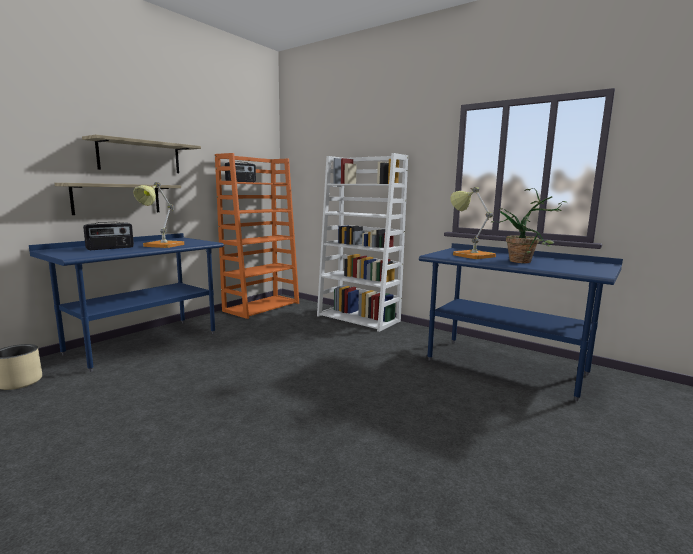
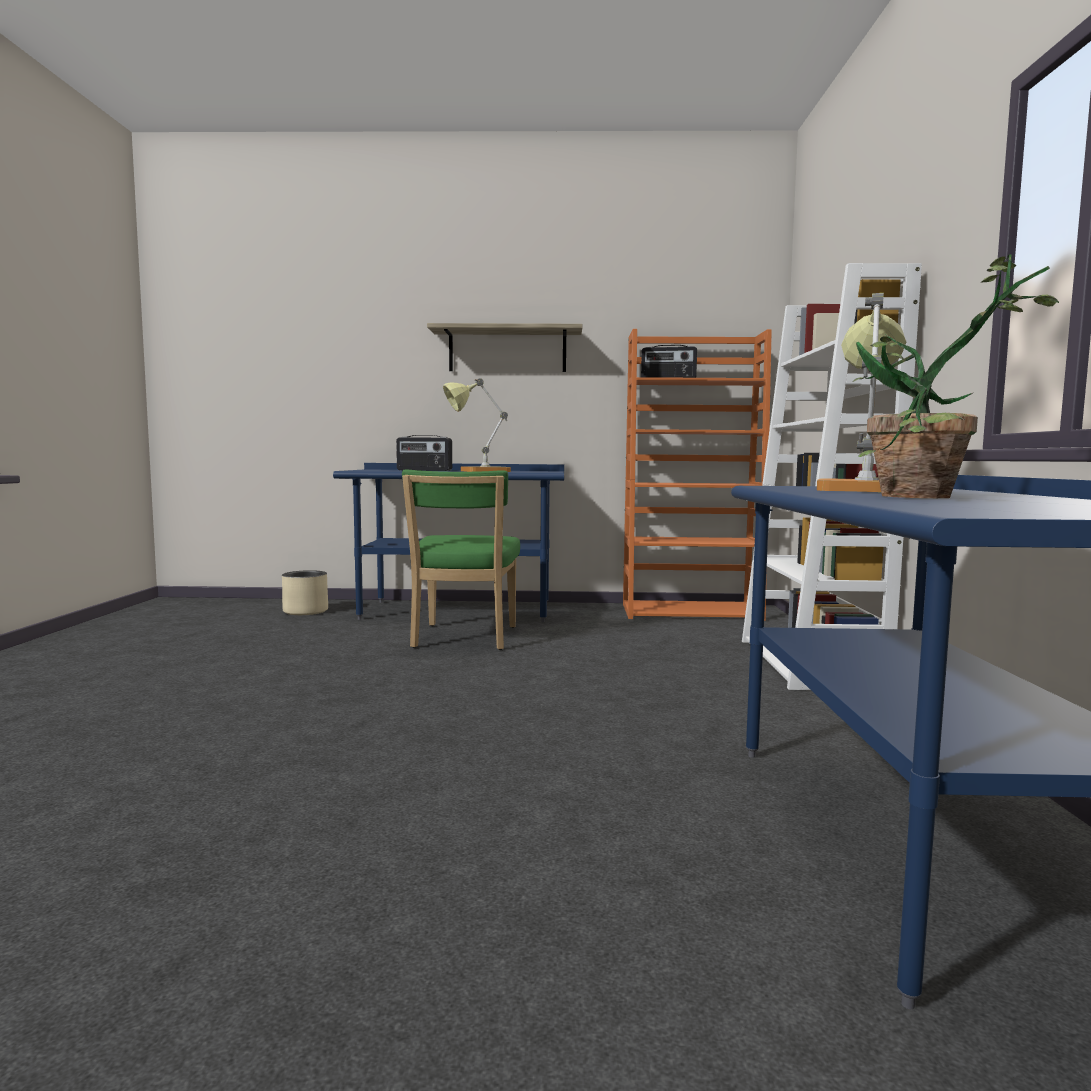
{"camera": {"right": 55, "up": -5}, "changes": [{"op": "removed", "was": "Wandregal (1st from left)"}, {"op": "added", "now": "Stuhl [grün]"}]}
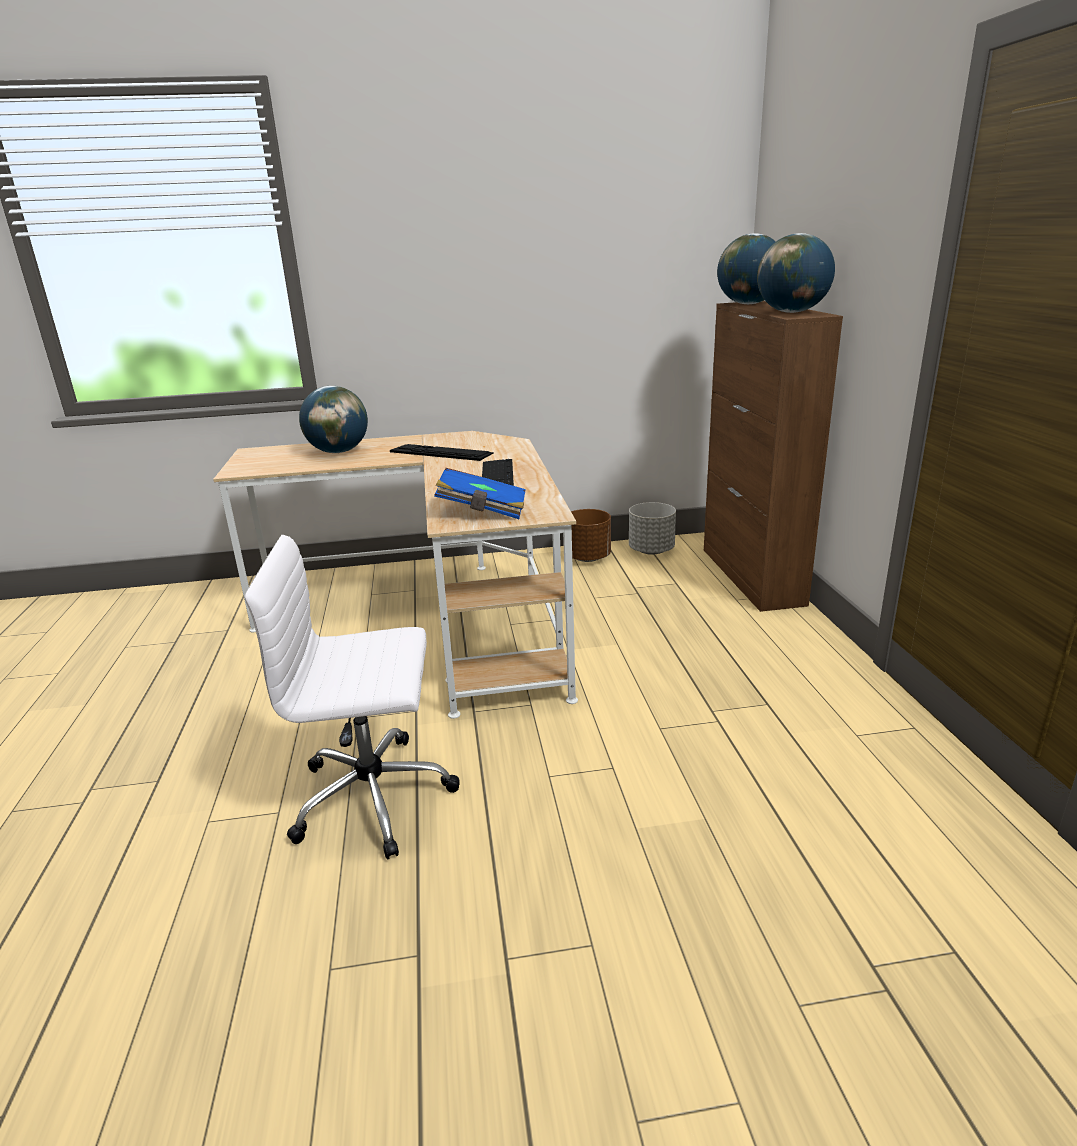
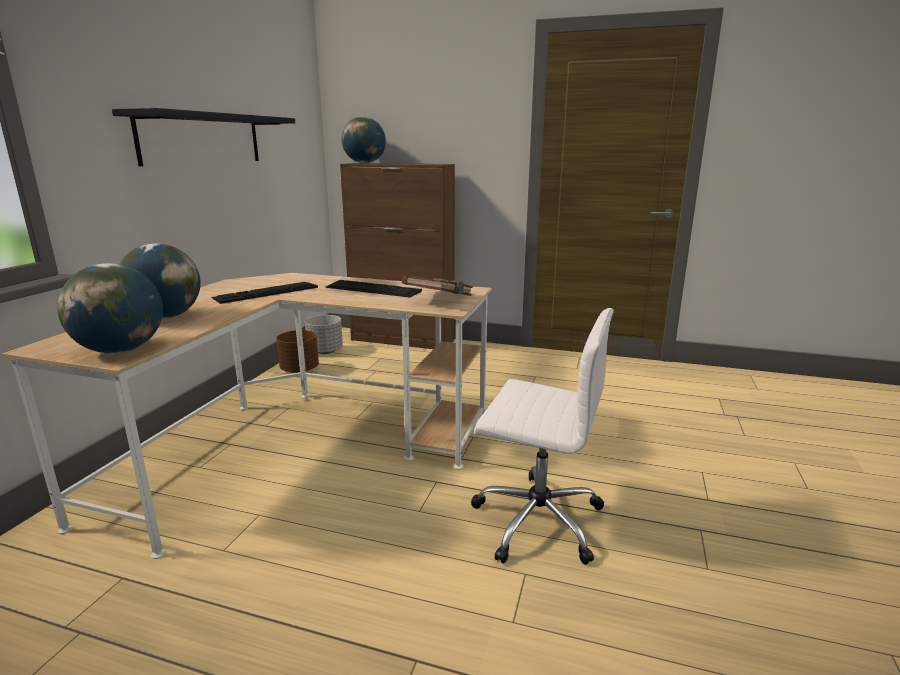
{"camera": {"right": -65, "up": -5}, "changes": [{"op": "moved", "was": "Globus (3rd from left in the first image)", "now": "Globus (1st from left)"}, {"op": "recoloured", "was": "Buch [blau]", "now": "Buch [braun]"}, {"op": "turned", "was": "Bürostuhl [weiß]", "clockwise": -90}, {"op": "added", "now": "Wandregal [schwarz]"}]}
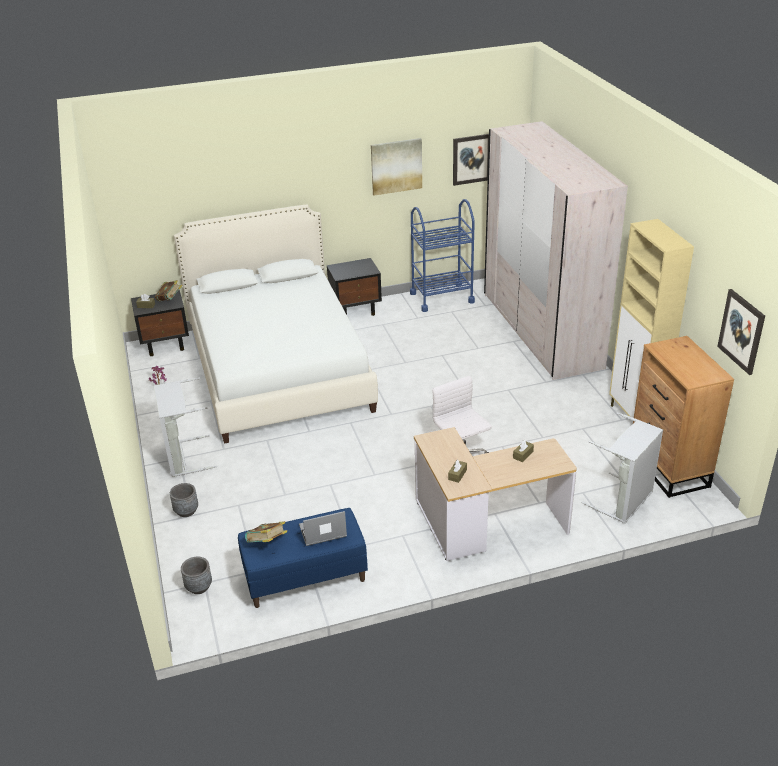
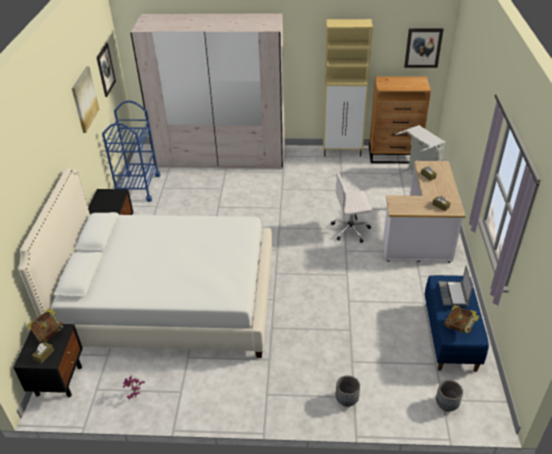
{"camera": {"right": -70, "up": 5}, "changes": [{"op": "removed", "was": "Wäschekorb [grau] (1st from left)"}]}
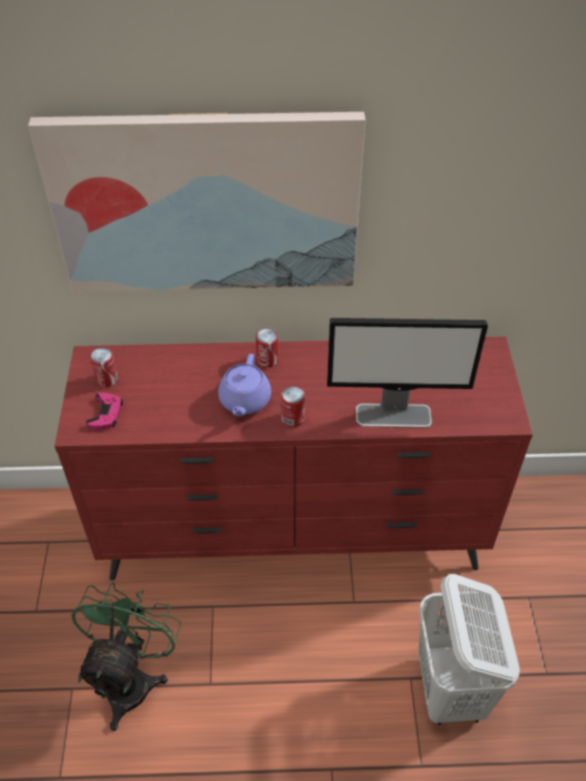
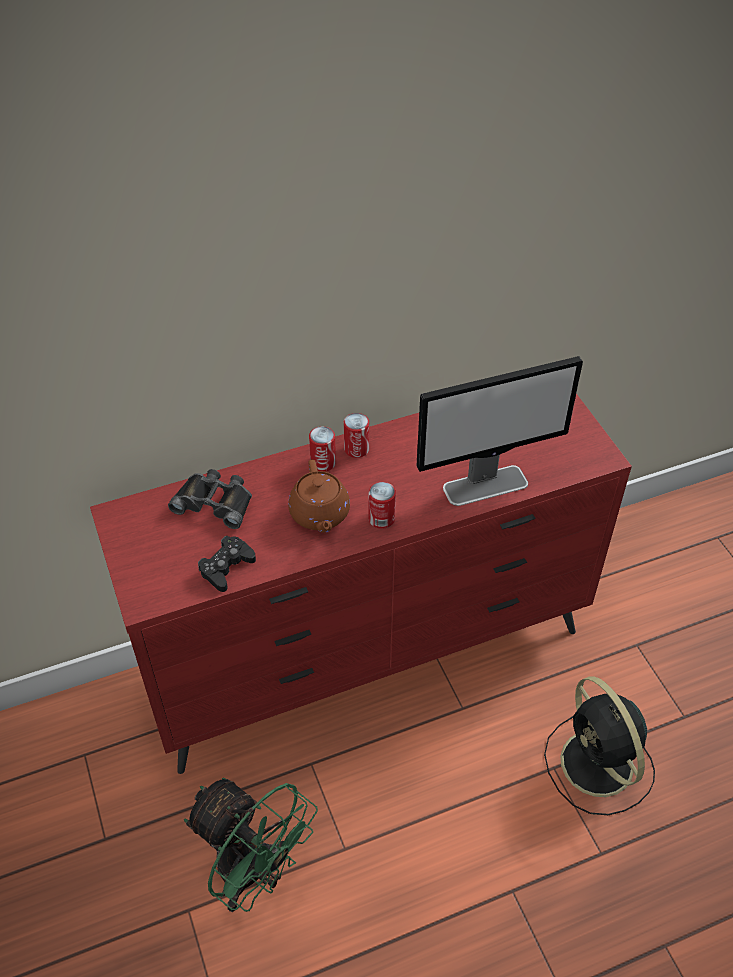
{"camera": {"right": -20, "up": 0}, "changes": [{"op": "removed", "was": "Bild"}, {"op": "moved", "was": "Dose (1st from left in the first image)", "now": "Dose (2nd from left)"}, {"op": "recoloured", "was": "Teekanne [lila]", "now": "Teekanne [braun]"}, {"op": "removed", "was": "Gamepad [rosa]"}, {"op": "replaced", "was": "Wäschekorb [weiß]", "now": "Ventilator [schwarz]"}, {"op": "turned", "was": "Ventilator [grün]", "clockwise": 135}, {"op": "added", "now": "Fernglas [schwarz]"}, {"op": "added", "now": "Gamepad [schwarz]"}]}
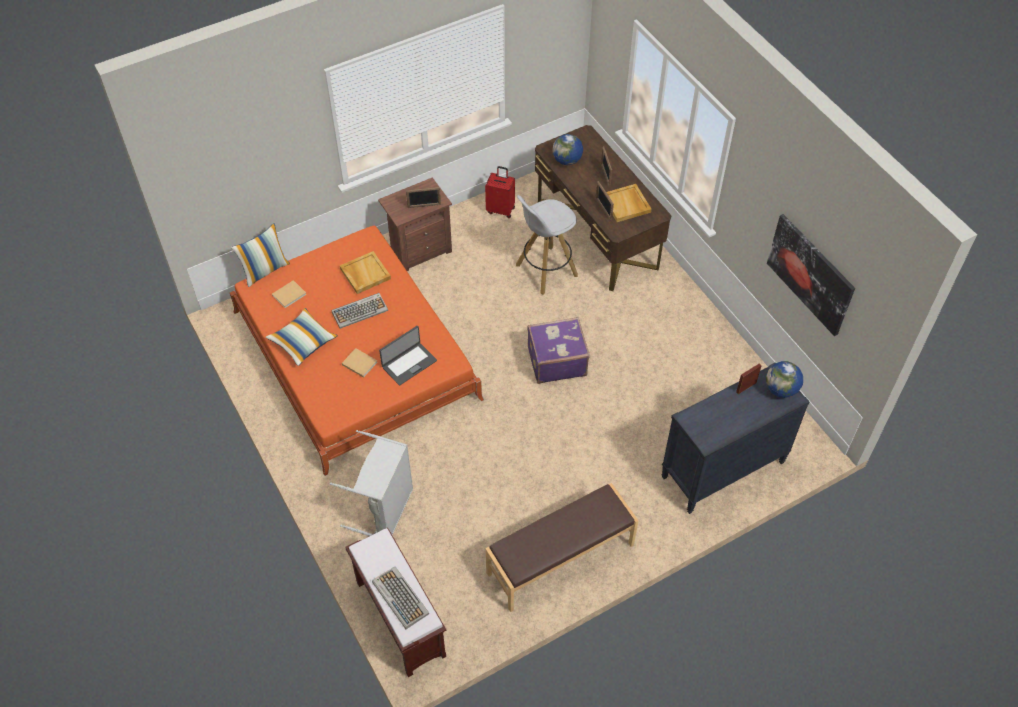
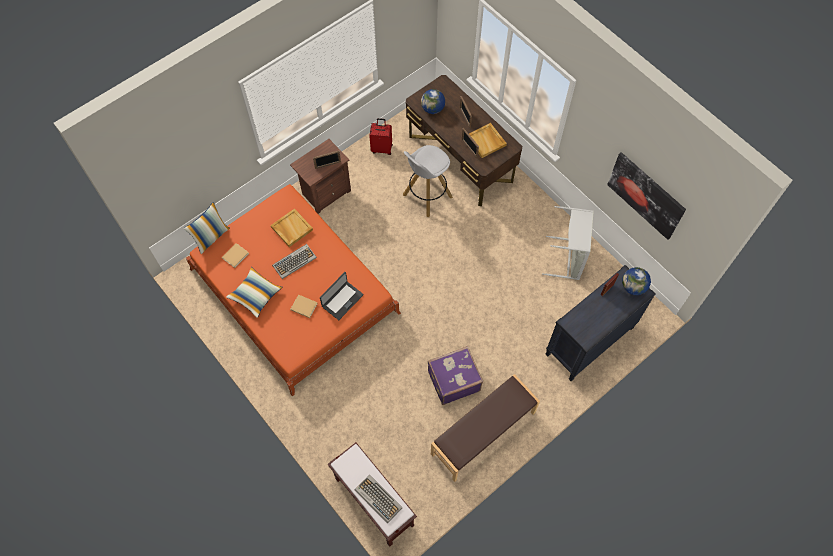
{"camera": {"right": -10, "up": 10}, "changes": [{"op": "moved", "was": "Koffer [lila]"}, {"op": "moved", "was": "Wäschekorb [grau]"}]}
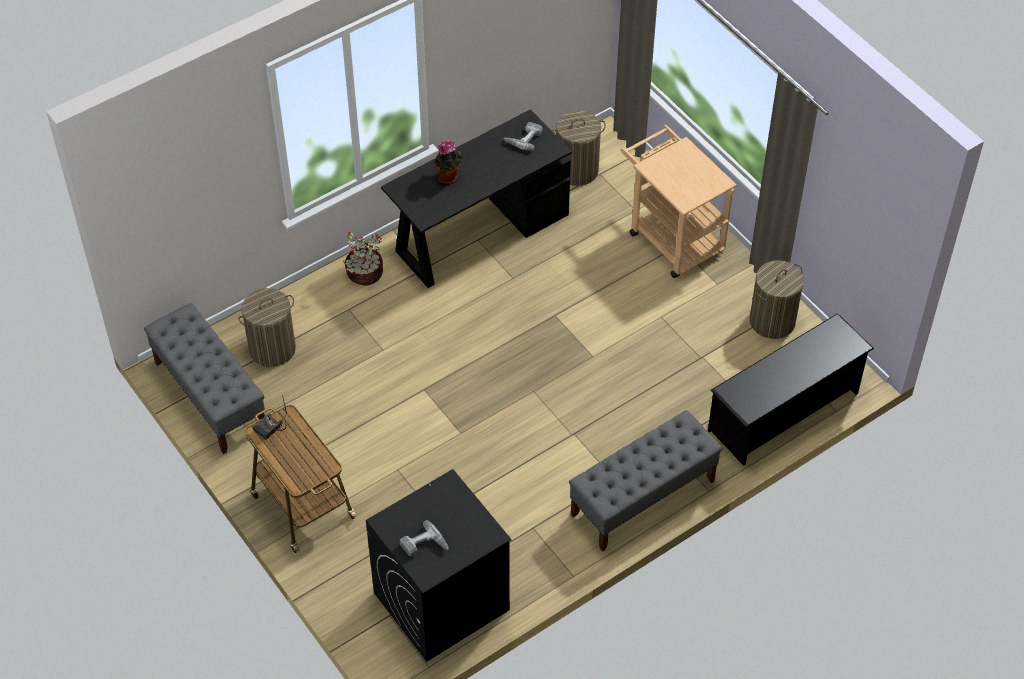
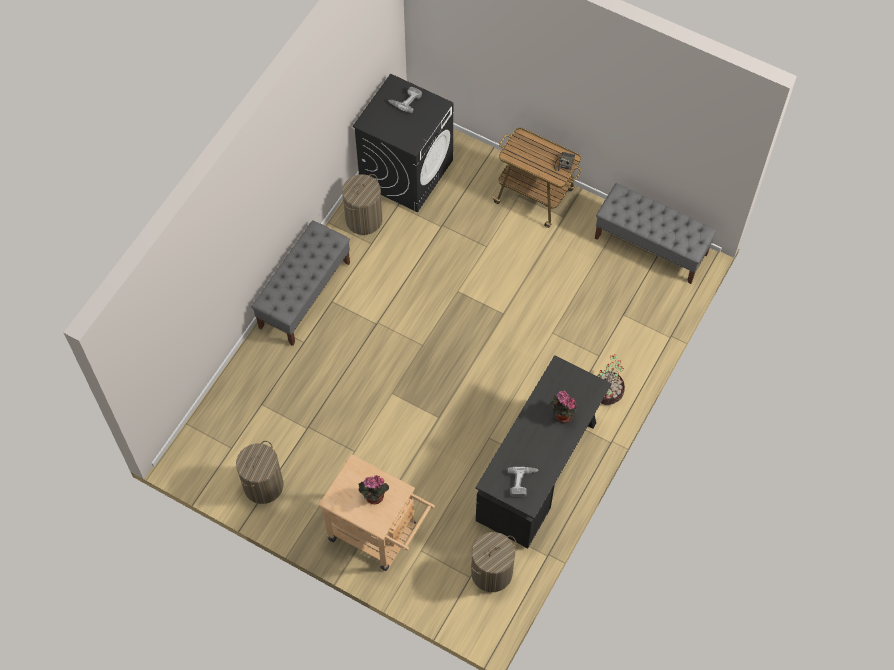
{"camera": {"right": 155, "up": 10}, "changes": [{"op": "moved", "was": "Wäschekorb (1st from left in the first image)", "now": "Wäschekorb (2nd from left)"}, {"op": "removed", "was": "Schuhregal [schwarz]"}, {"op": "added", "now": "Topfpflanze (1st from left)"}]}
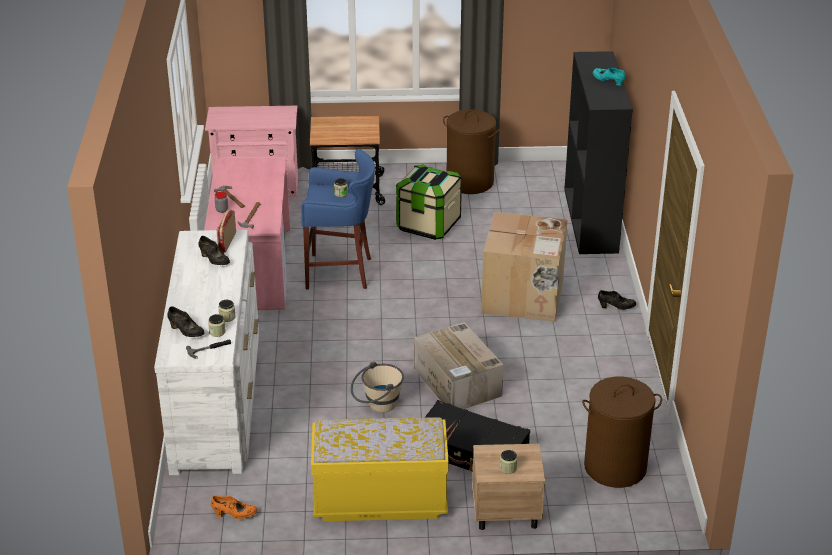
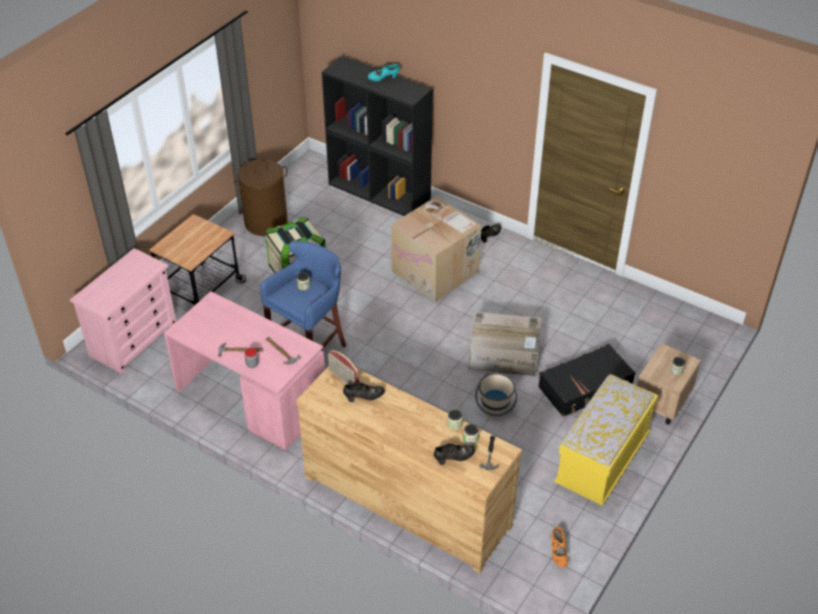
{"camera": {"right": -55, "up": 10}, "changes": [{"op": "recoloured", "was": "Kommode [weiß]", "now": "Kommode [braun]"}, {"op": "removed", "was": "Wäschekorb [braun] (2nd from left)"}, {"op": "turned", "was": "Schuh [orange]", "clockwise": 135}]}
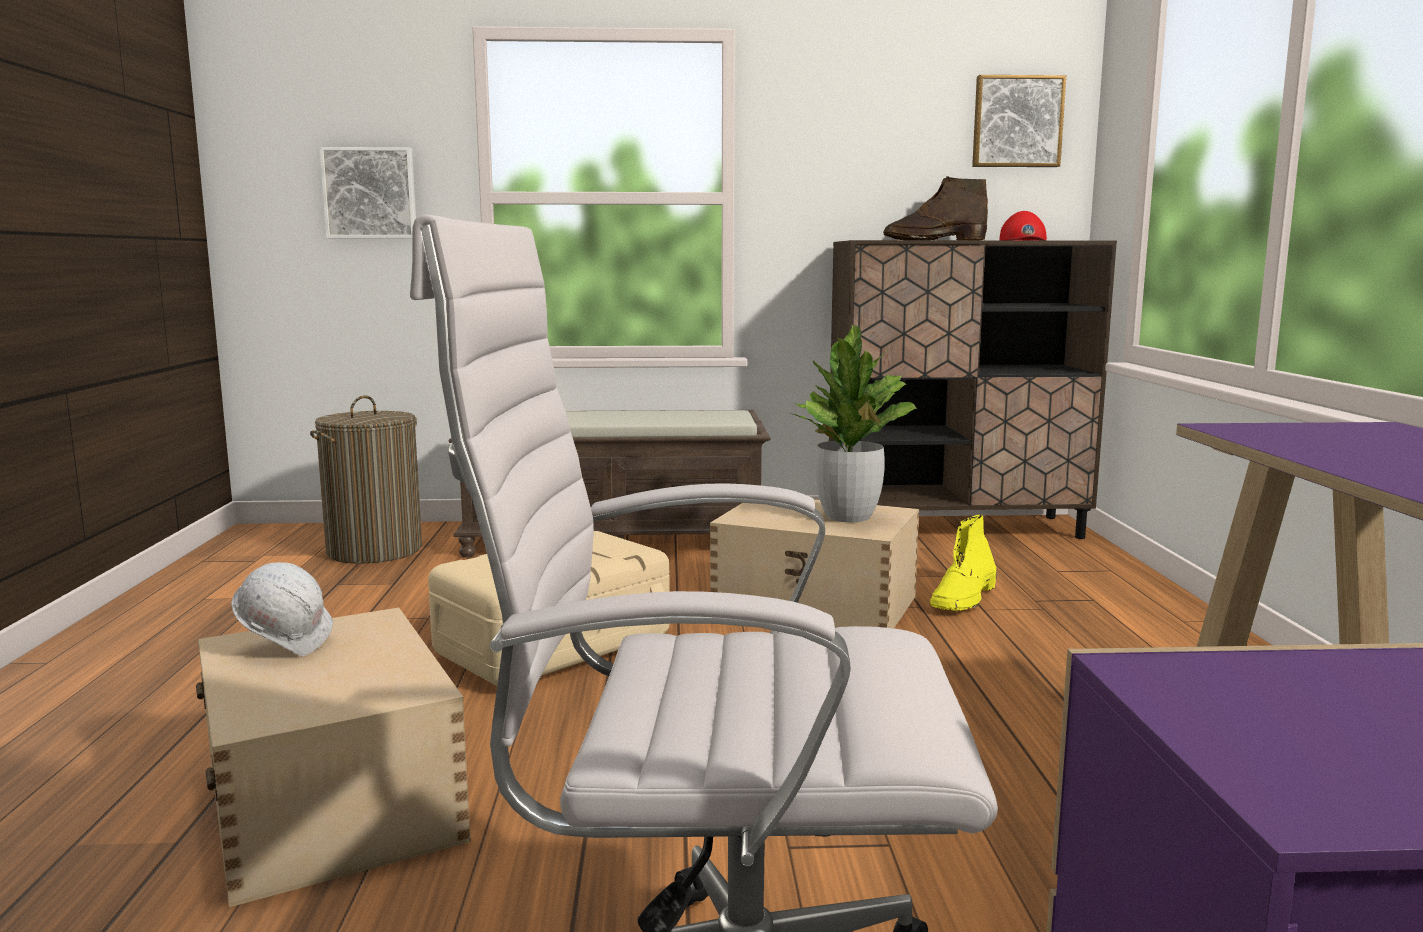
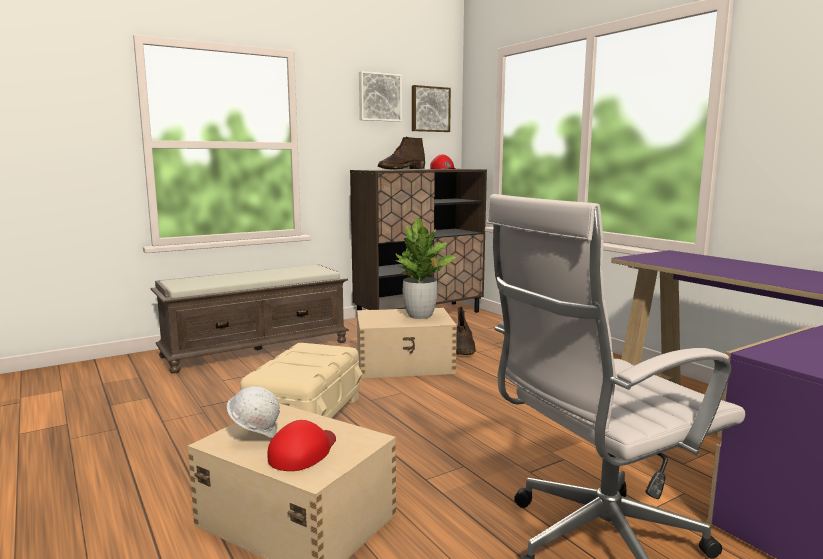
{"camera": {"right": -30, "up": 0}, "changes": [{"op": "moved", "was": "Bild (1st from left)"}, {"op": "removed", "was": "Wäschekorb"}, {"op": "recoloured", "was": "Stiefel [gelb]", "now": "Stiefel [braun] (2nd from left)"}, {"op": "added", "now": "Kappe [rot] (1st from left)"}]}
